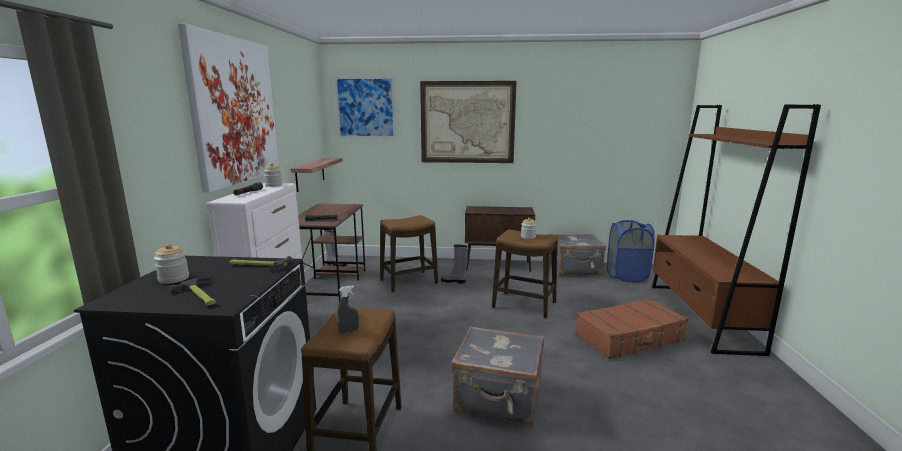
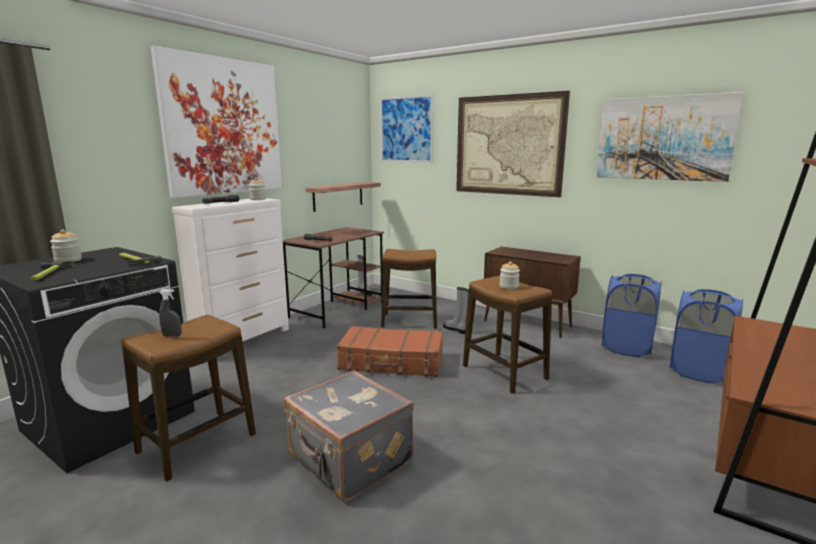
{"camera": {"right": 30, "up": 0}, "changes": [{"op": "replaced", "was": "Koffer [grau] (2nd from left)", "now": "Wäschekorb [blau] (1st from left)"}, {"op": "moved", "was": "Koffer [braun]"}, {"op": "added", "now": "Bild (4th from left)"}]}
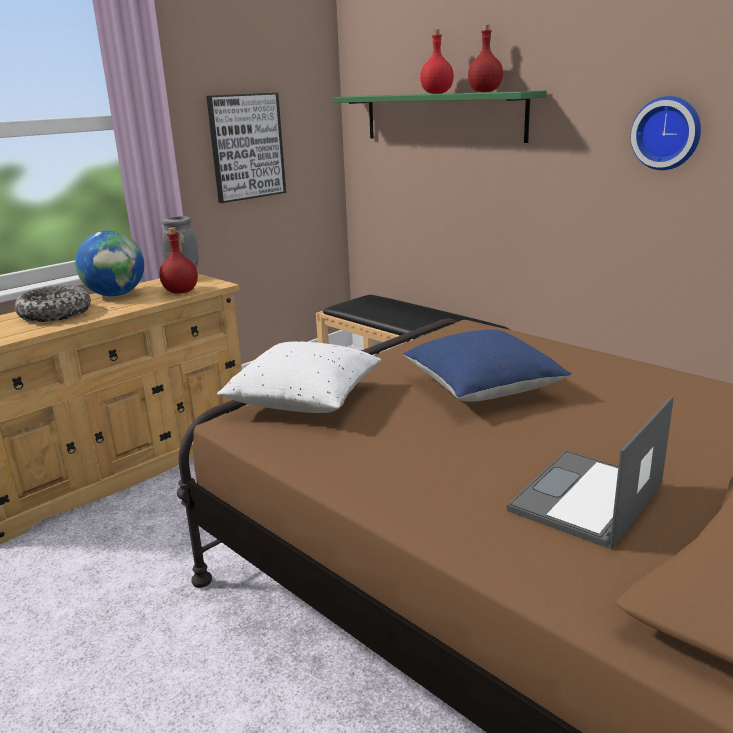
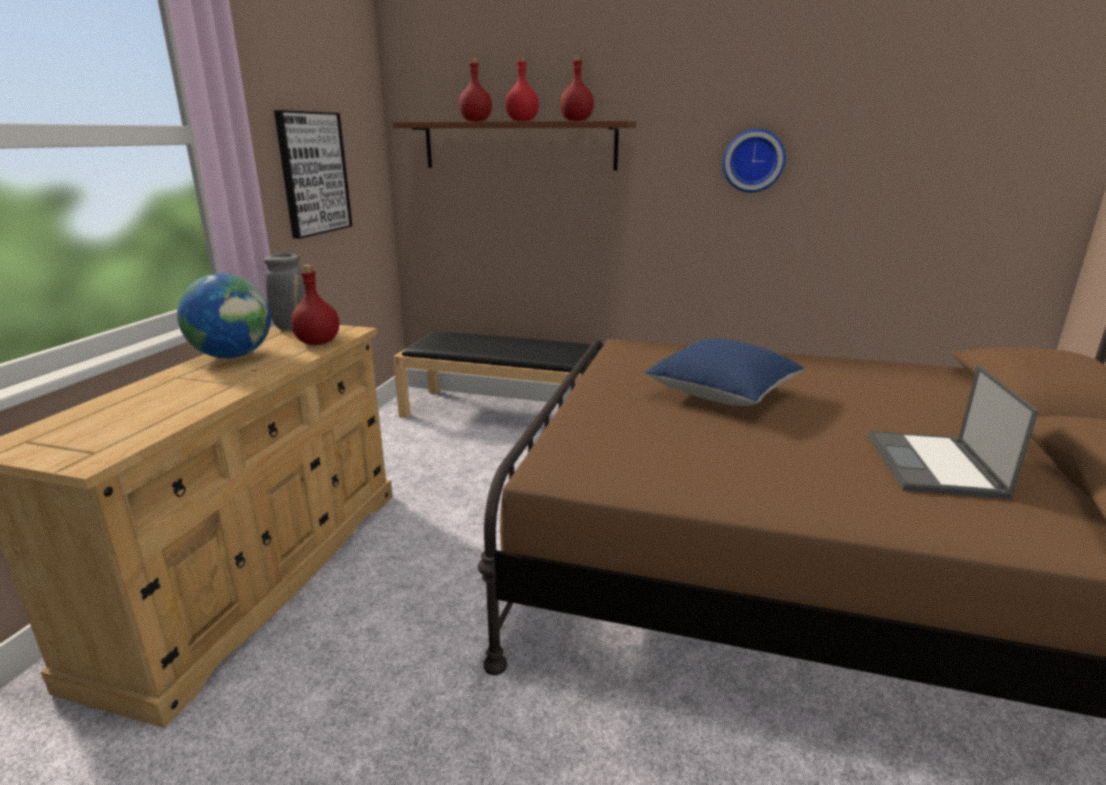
{"camera": {"right": -30, "up": 0}, "changes": [{"op": "recoloured", "was": "Wandregal [grün]", "now": "Wandregal [braun]"}, {"op": "removed", "was": "Schüssel"}, {"op": "removed", "was": "Kissen [weiß]"}, {"op": "added", "now": "Flasche [rot] (2nd from left)"}]}
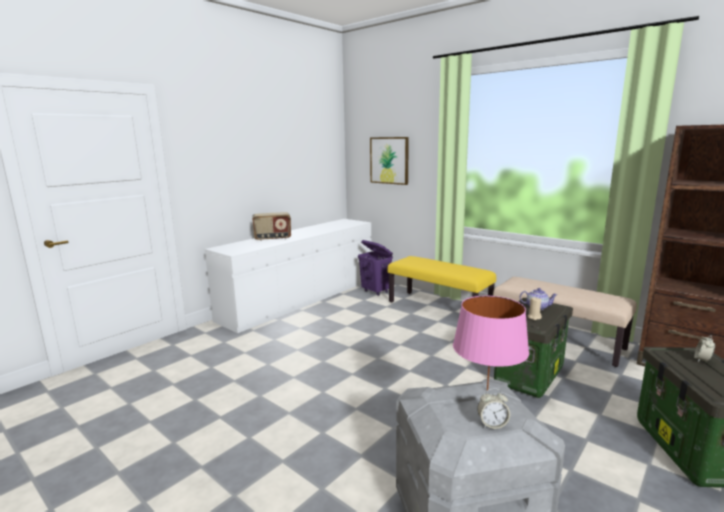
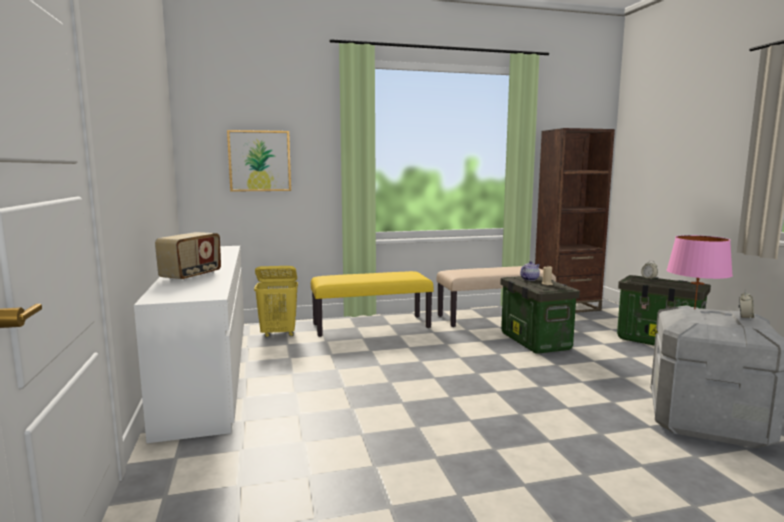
{"camera": {"right": -55, "up": -5}, "changes": [{"op": "recoloured", "was": "Wäschekorb [lila]", "now": "Wäschekorb [gelb]"}]}
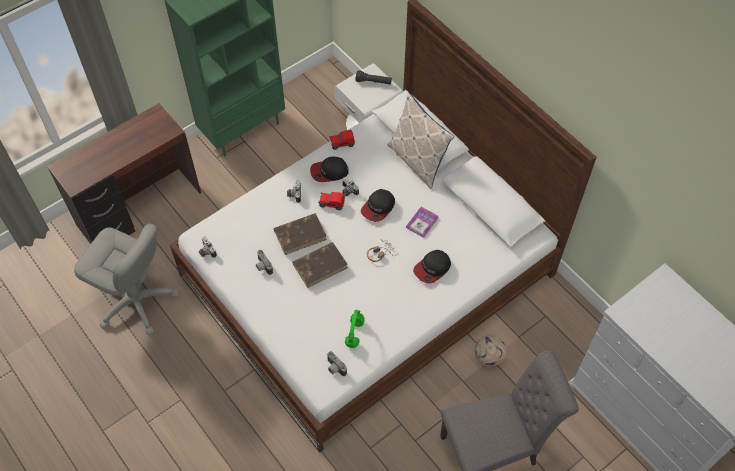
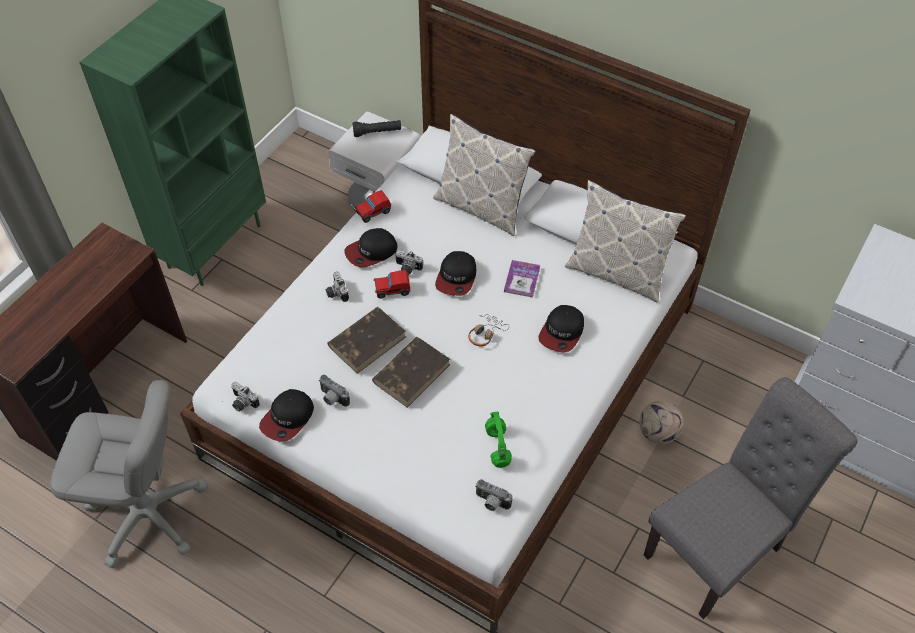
{"camera": {"right": -20, "up": -5}, "changes": [{"op": "added", "now": "Kissen (2nd from left)"}, {"op": "added", "now": "Kappe (1st from left)"}]}
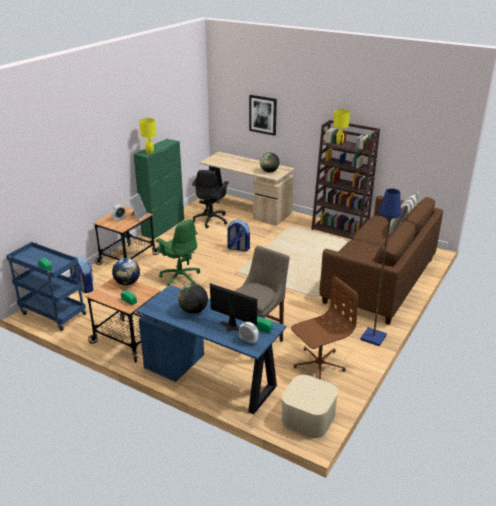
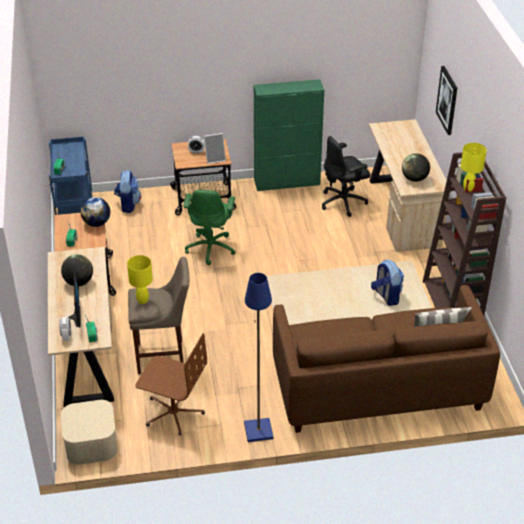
{"camera": {"right": 50, "up": 10}, "changes": [{"op": "moved", "was": "Tischlampe [gelb] (1st from left)"}, {"op": "moved", "was": "Rucksack (2nd from left)"}, {"op": "recoloured", "was": "Schreibtisch [blau]", "now": "Schreibtisch [beige] (1st from left)"}]}
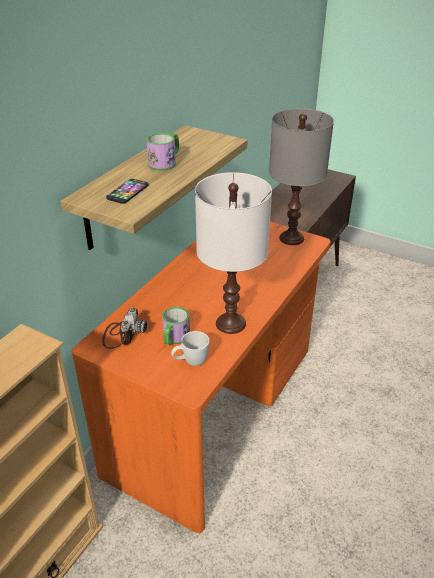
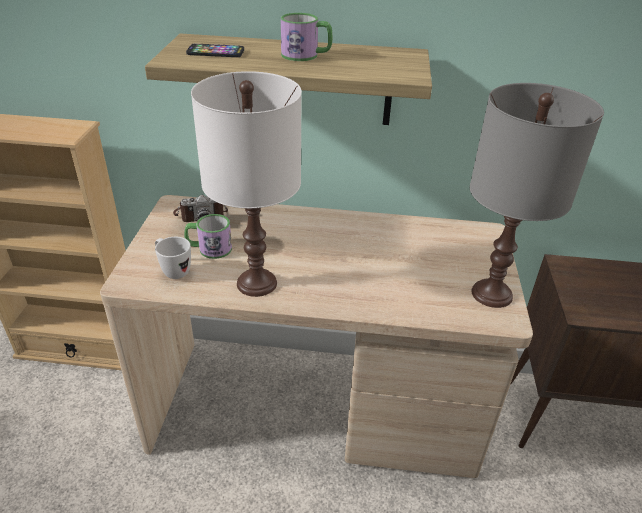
{"camera": {"right": 65, "up": 0}, "changes": [{"op": "recoloured", "was": "Schreibtisch [orange]", "now": "Schreibtisch [beige]"}]}
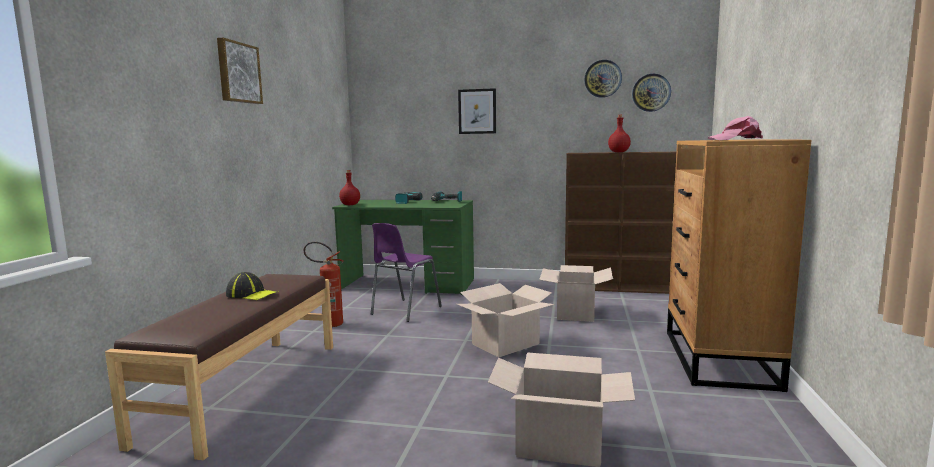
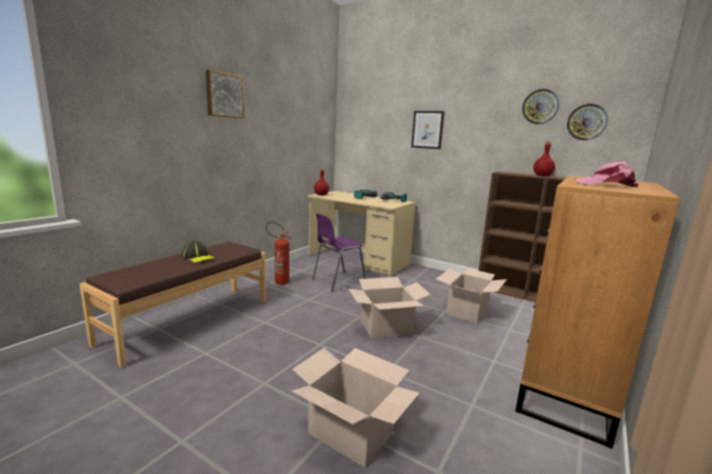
{"camera": {"right": 20, "up": 5}, "changes": [{"op": "recoloured", "was": "Schreibtisch [grün]", "now": "Schreibtisch [beige]"}]}
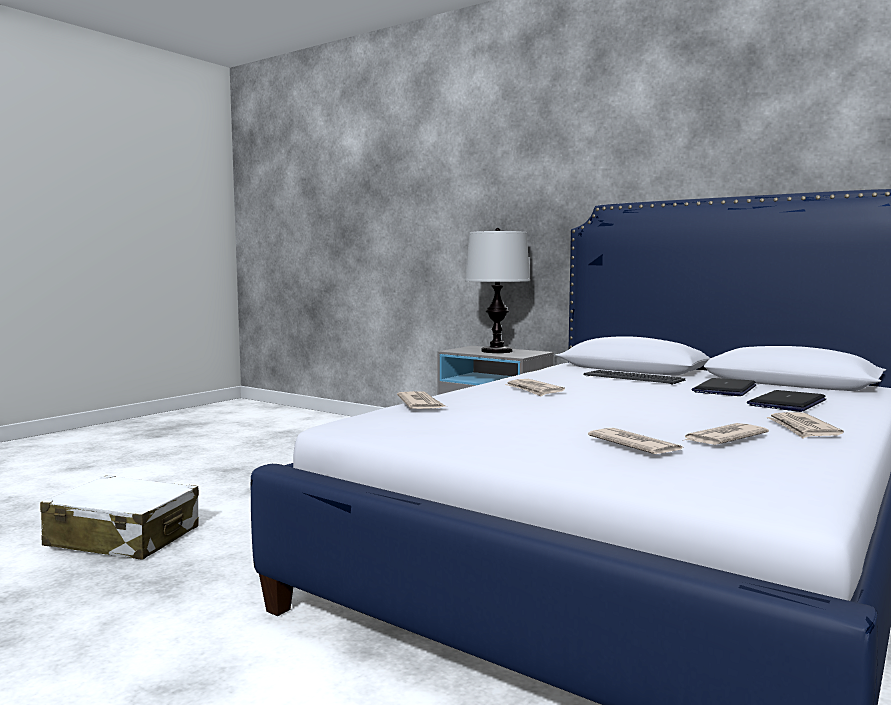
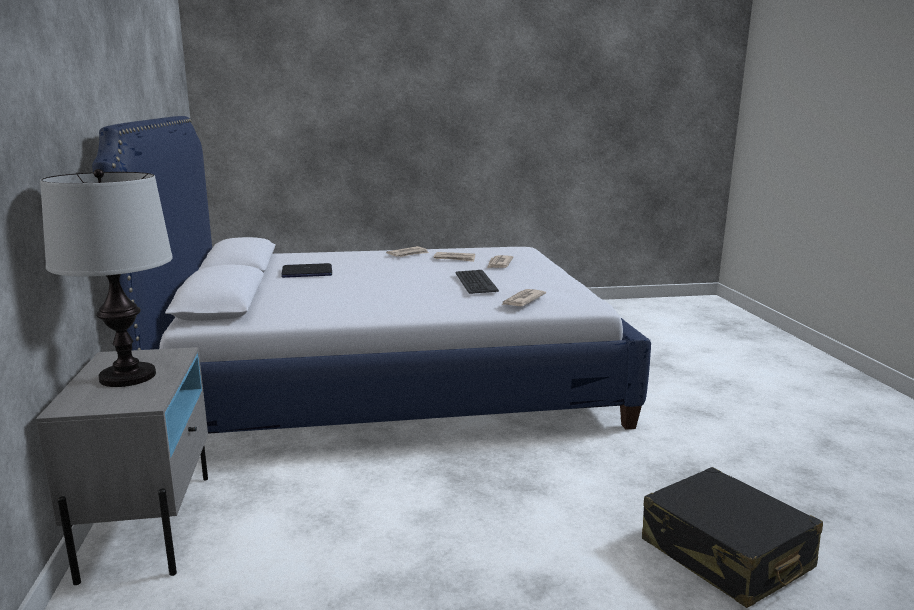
{"camera": {"right": -135, "up": 10}, "changes": [{"op": "moved", "was": "Tastatur"}, {"op": "removed", "was": "Zeitung (2nd from left)"}, {"op": "removed", "was": "Laptop (2nd from left)"}, {"op": "recoloured", "was": "Koffer [weiß]", "now": "Koffer [schwarz]"}]}
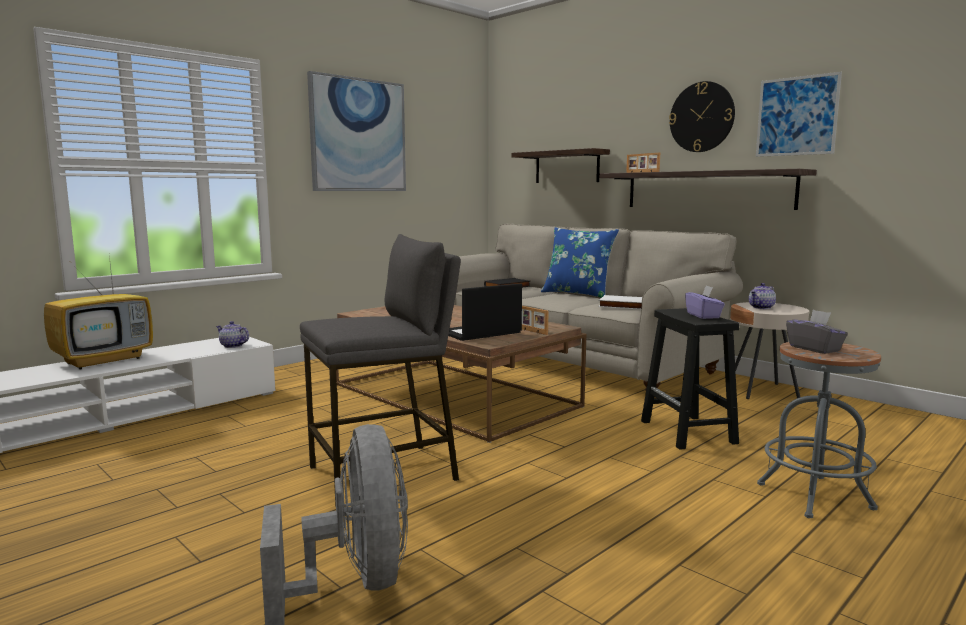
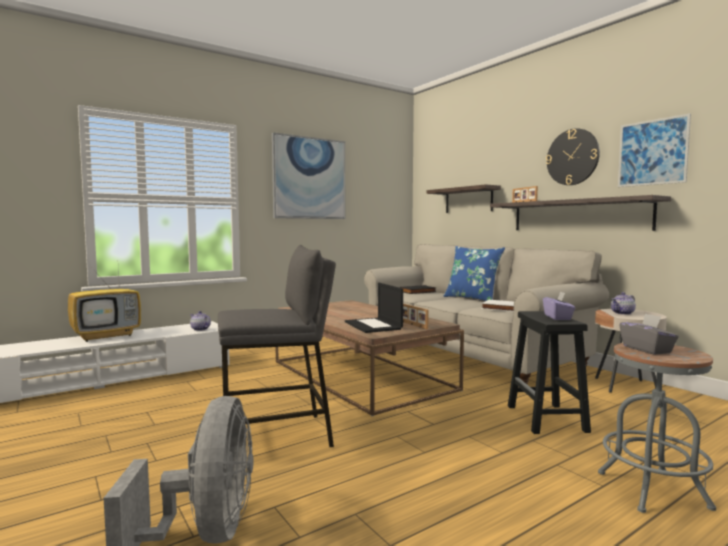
{"camera": {"right": 10, "up": -5}, "changes": [{"op": "turned", "was": "Laptop", "clockwise": -90}]}
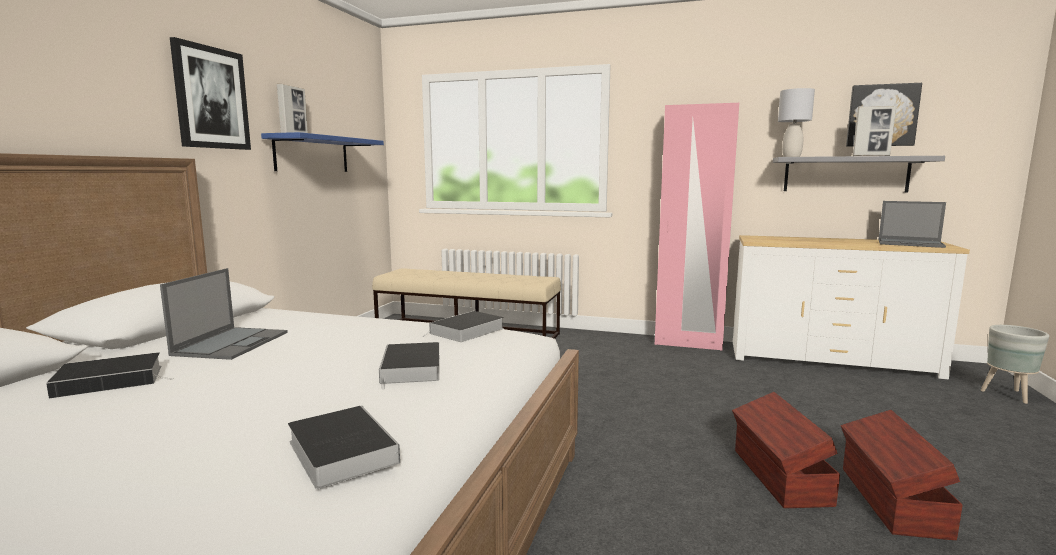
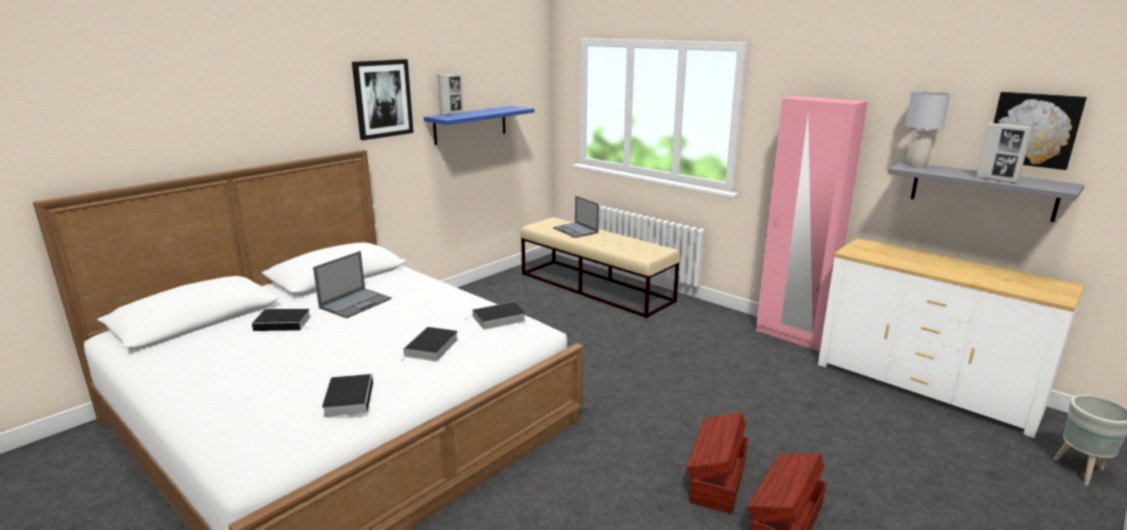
{"camera": {"right": 25, "up": 10}, "changes": [{"op": "moved", "was": "Laptop (2nd from left)"}]}
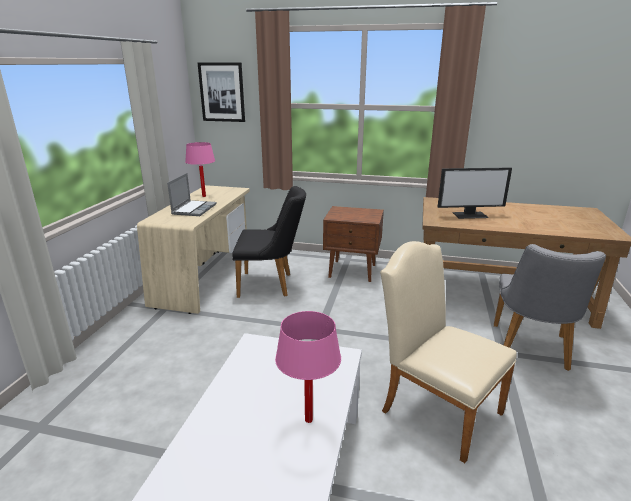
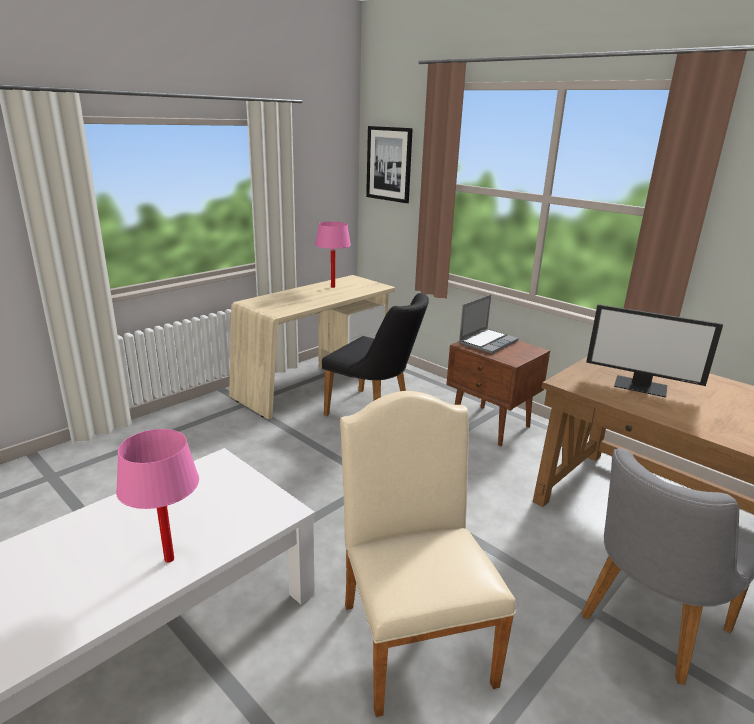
{"camera": {"right": 30, "up": 0}, "changes": [{"op": "moved", "was": "Laptop"}]}
